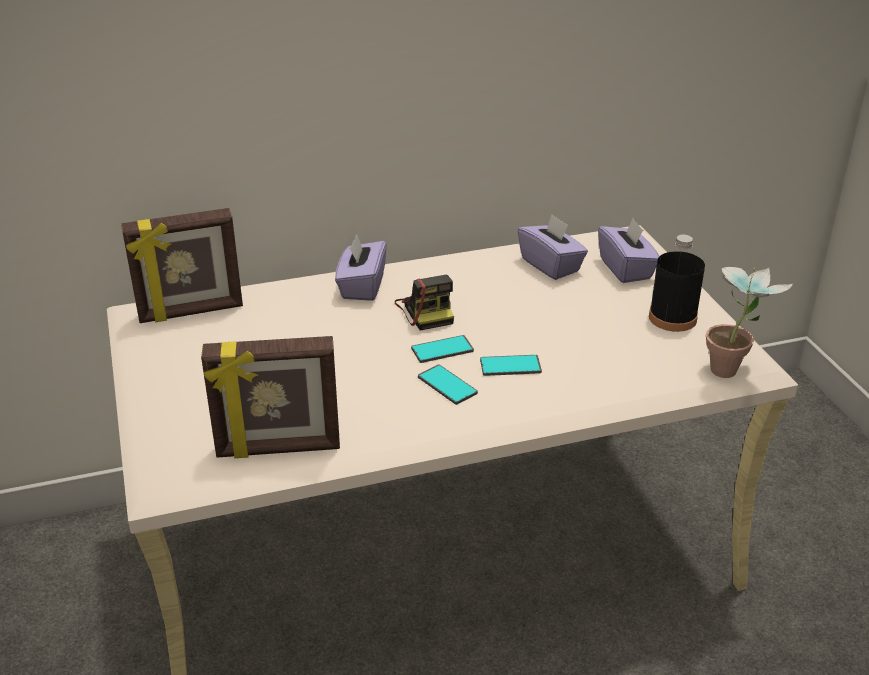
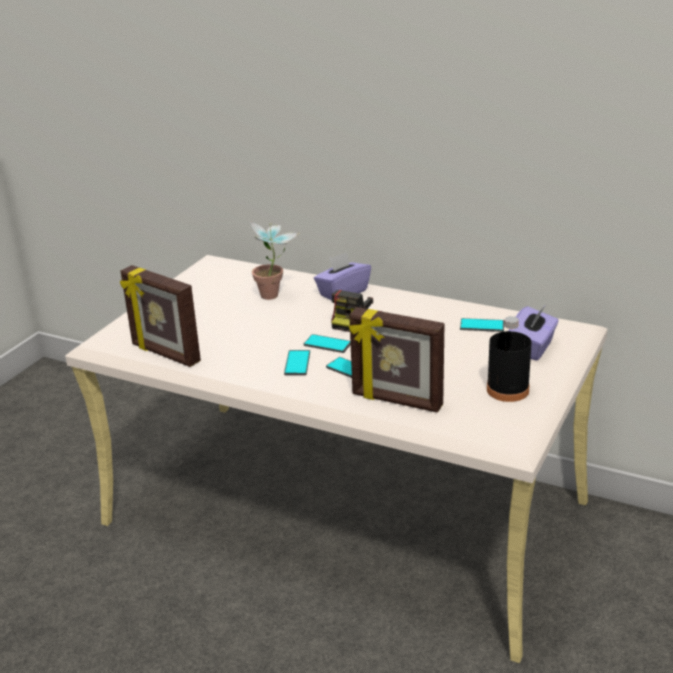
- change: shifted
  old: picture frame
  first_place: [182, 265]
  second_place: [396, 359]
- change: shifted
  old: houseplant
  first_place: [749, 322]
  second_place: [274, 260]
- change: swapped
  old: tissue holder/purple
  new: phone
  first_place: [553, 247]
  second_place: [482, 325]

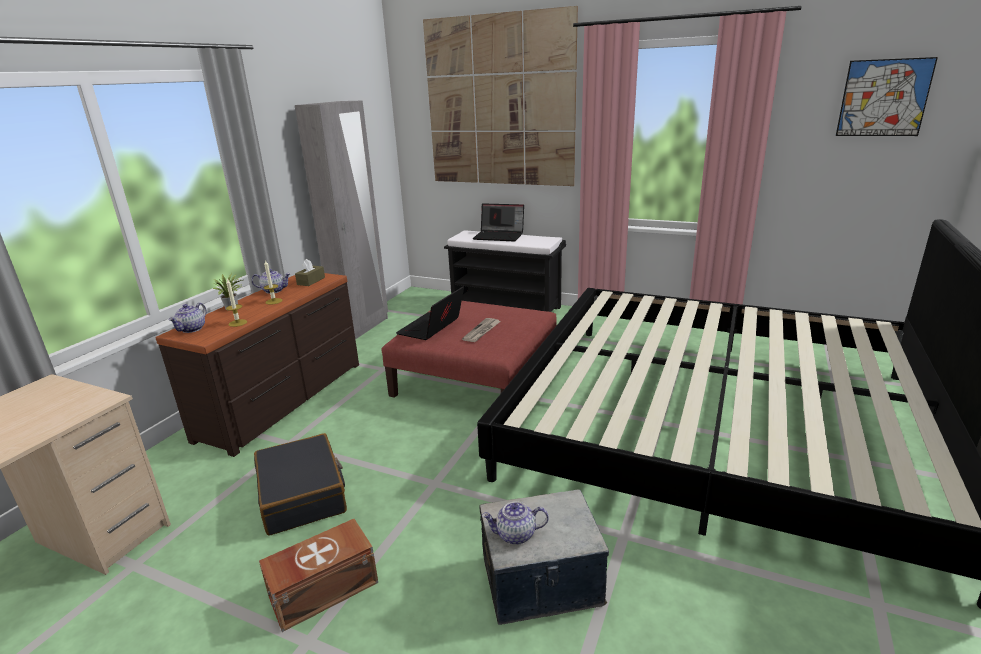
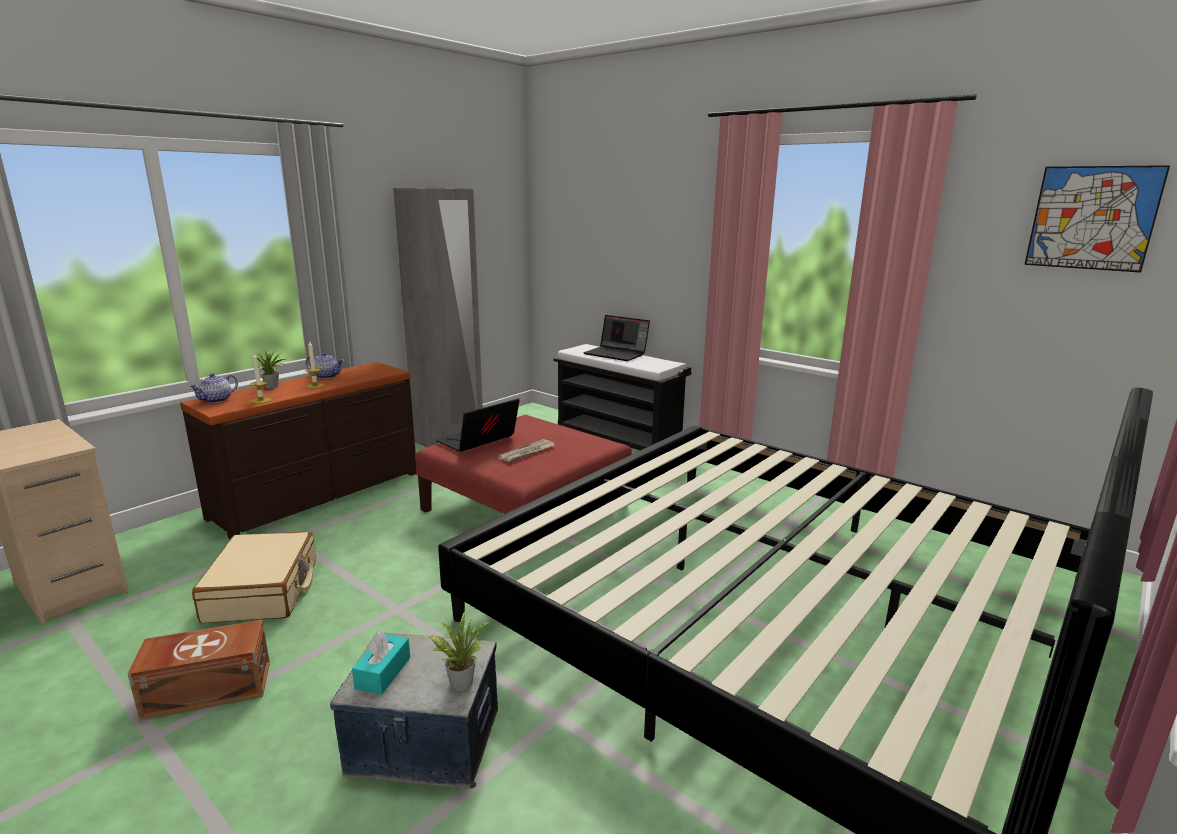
- change: gone
  old: tissue holder/brown
  first_place: [310, 272]
- change: gone
  old: picture
  first_place: [500, 96]
- change: new
  new: houseplant
  second_place: [460, 651]
- change: swapped
  old: teapot
  new: tissue holder/turquoise-coloured
  first_place: [515, 523]
  second_place: [381, 662]
- change: repainted
  old: piece of luggage/blackish
  new: piece of luggage/sand-coloured
  first_place: [300, 484]
  second_place: [254, 577]

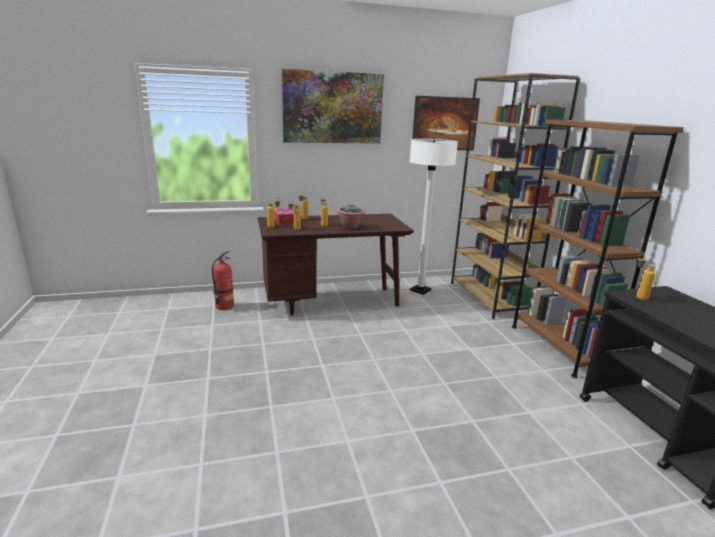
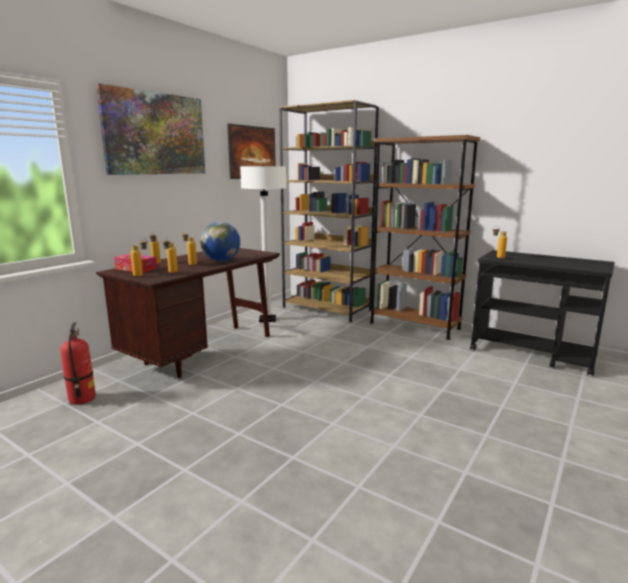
- change: swapped
  old: houseplant
  new: desk globe
  first_place: [351, 217]
  second_place: [220, 241]

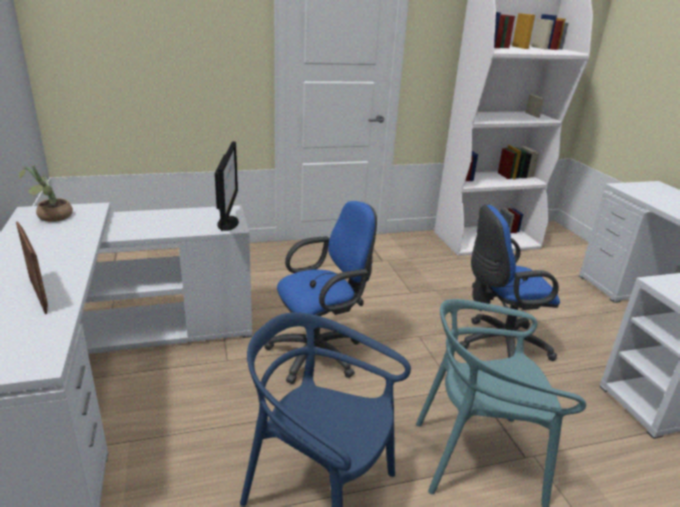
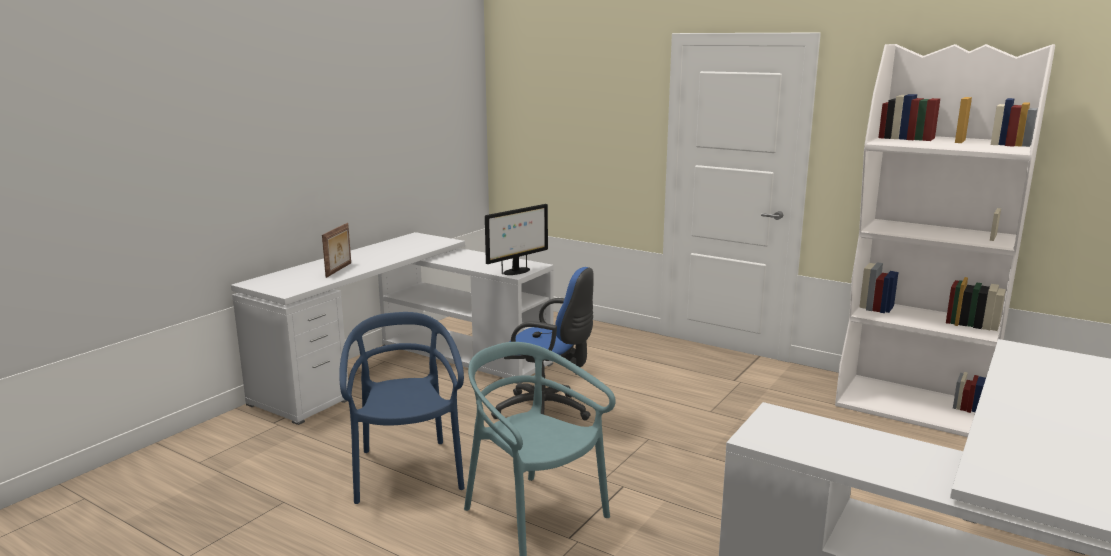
- change: gone
  old: houseplant
  first_place: [45, 193]
- change: gone
  old: computer chair/blue-coloured
  first_place: [510, 283]

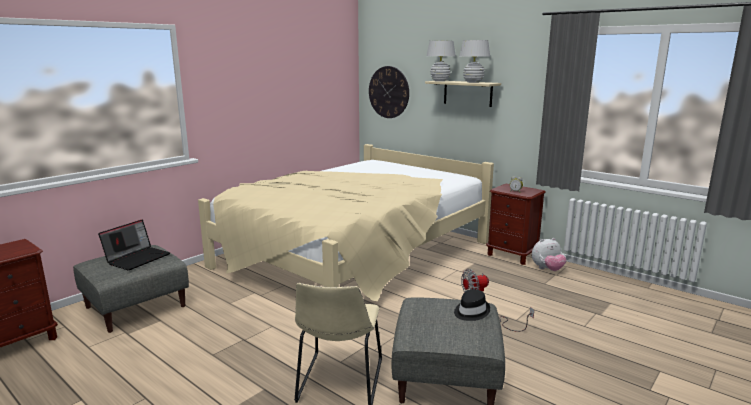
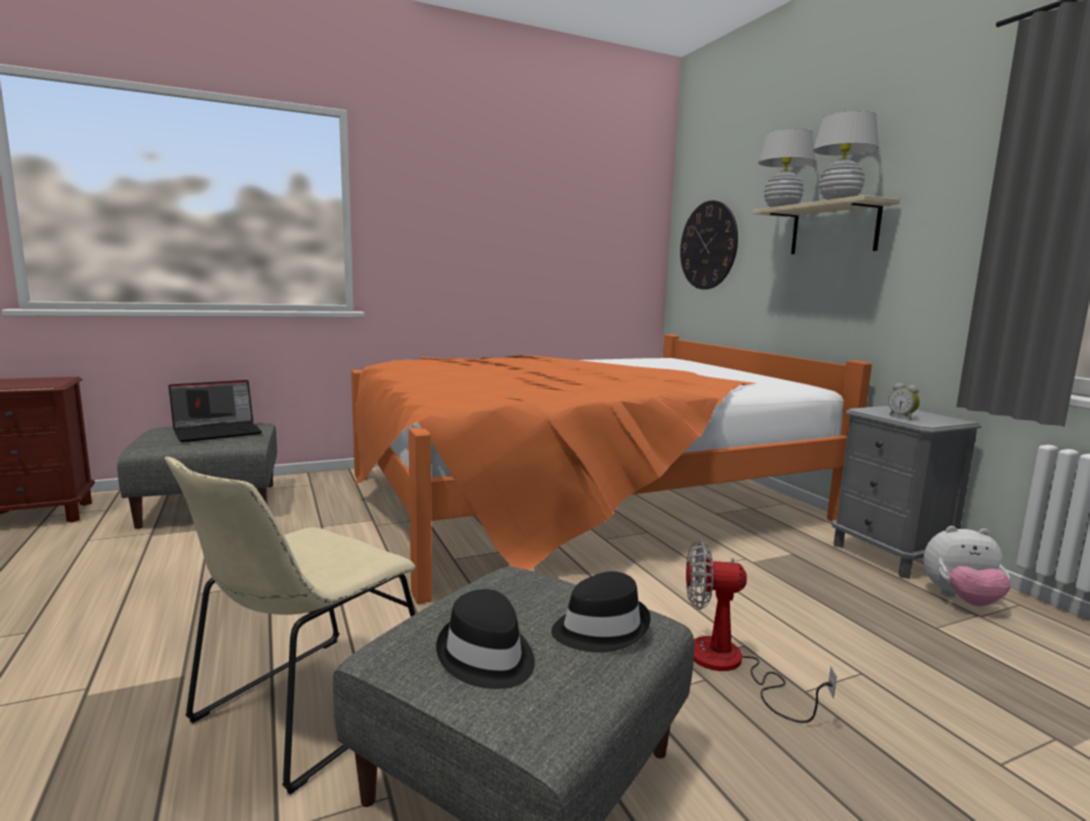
- change: new
  new: wearable hat/blackish
  second_place: [485, 639]
- change: repainted
  old: sleeping bed/sand-coloured
  new: sleeping bed/orangey
  first_place: [346, 222]
  second_place: [611, 469]
- change: repainted
  old: bedside table/brown
  new: bedside table/greyish
  first_place: [516, 224]
  second_place: [906, 492]

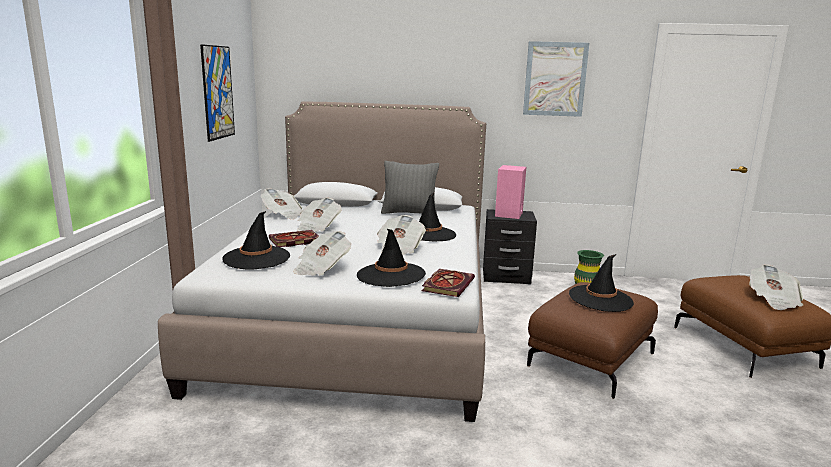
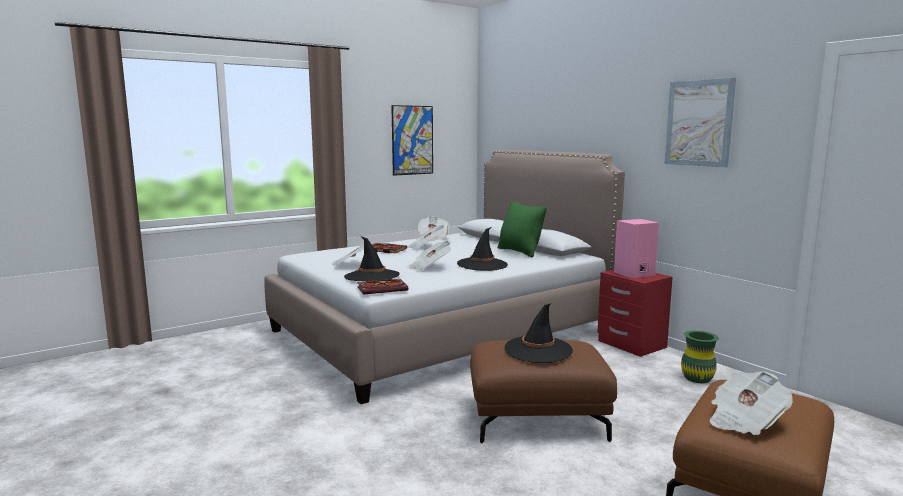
- change: gone
  old: wearable hat/blackish
  first_place: [256, 240]
- change: repainted
  old: throw pillow/greyish
  new: throw pillow/greenish
  first_place: [410, 187]
  second_place: [522, 229]
- change: repainted
  old: bedside table/blackish
  new: bedside table/red-coloured
  first_place: [510, 246]
  second_place: [635, 313]

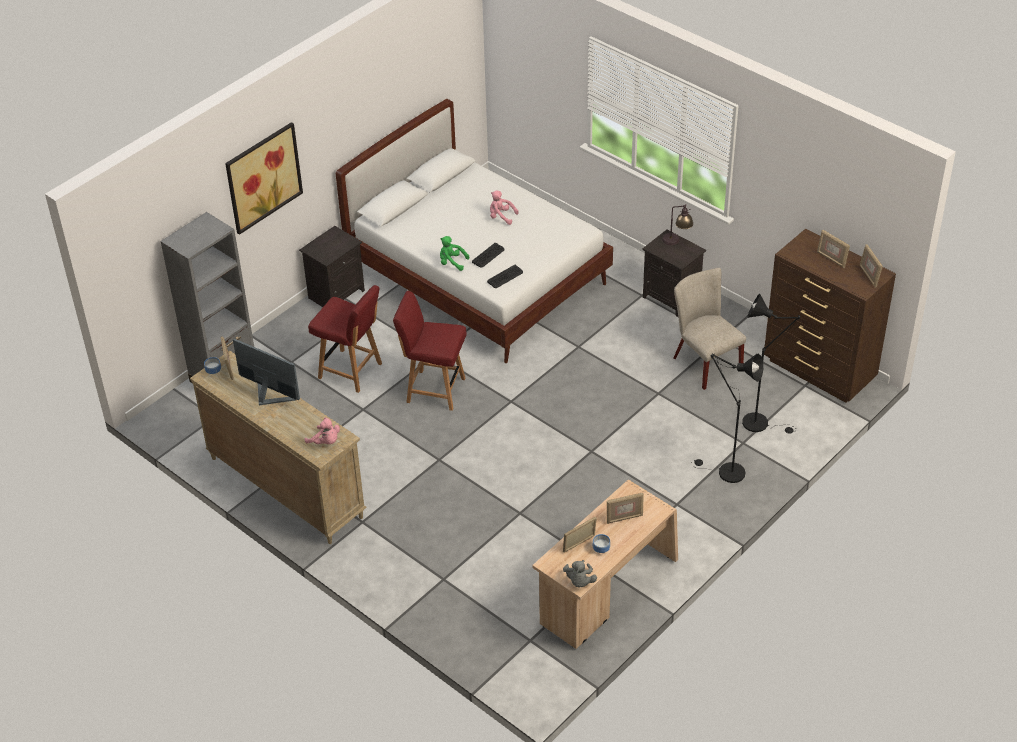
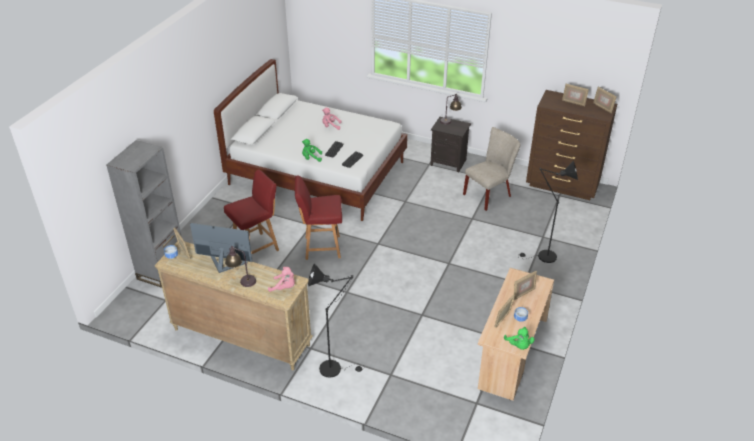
- change: gone
  old: picture
  first_place: [264, 178]
- change: gone
  old: bedside table/blackish
  first_place: [332, 266]
- change: new
  new: table lamp
  second_place: [240, 266]
- change: shifted
  old: standing lamp/blackish
  first_place: [771, 363]
  second_place: [335, 320]
- change: repainted
  old: plush toy/greyish
  new: plush toy/greenish
  first_place: [580, 573]
  second_place: [519, 338]
- change: rotated
  old: upright chair/red-coloured
  first_place: [345, 339]
  second_place: [251, 211]
  degrees: -45
- change: rotated
  old: upright chair/sand-coloured
  first_place: [709, 329]
  second_place: [492, 169]
  degrees: 105

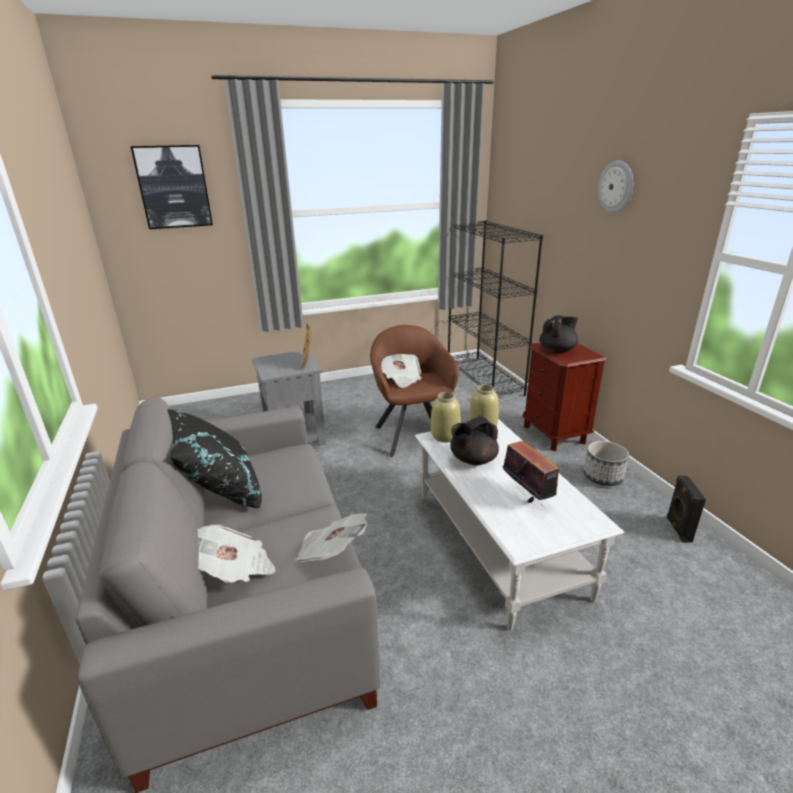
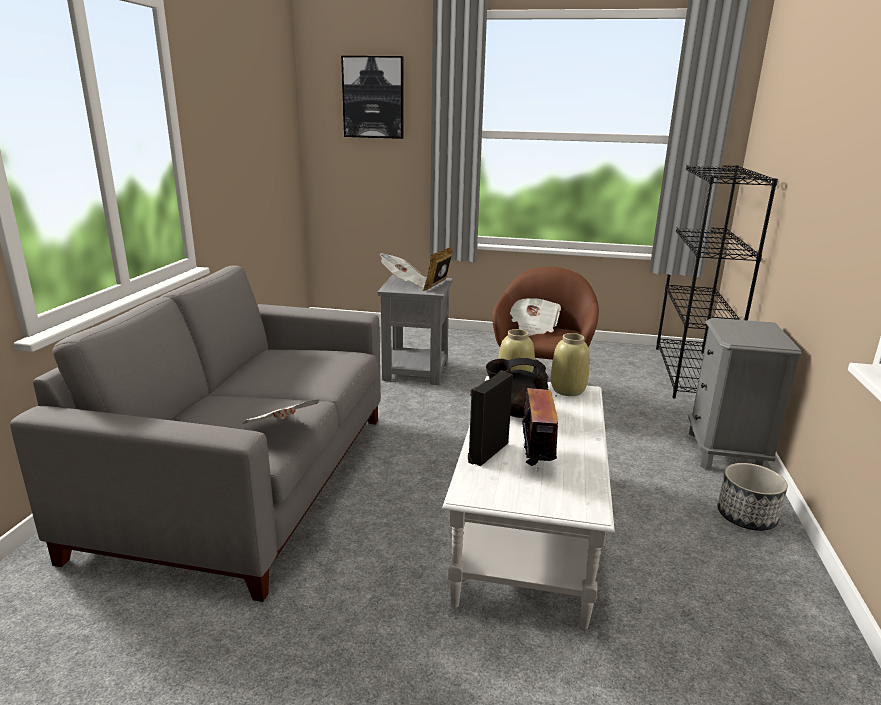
- change: gone
  old: throw pillow/blackish
  first_place: [215, 458]
- change: gone
  old: teapot/blackish
  first_place: [559, 334]
- change: gone
  old: hanging clock
  first_place: [615, 187]
- change: shifted
  old: printed paper
  first_place: [236, 553]
  second_place: [402, 270]
- change: shifted
  old: speaker/blackish
  first_place: [686, 509]
  second_place: [490, 418]
- change: repainted
  old: bedside table/brown
  new: bedside table/greyish
  first_place: [564, 397]
  second_place: [744, 394]

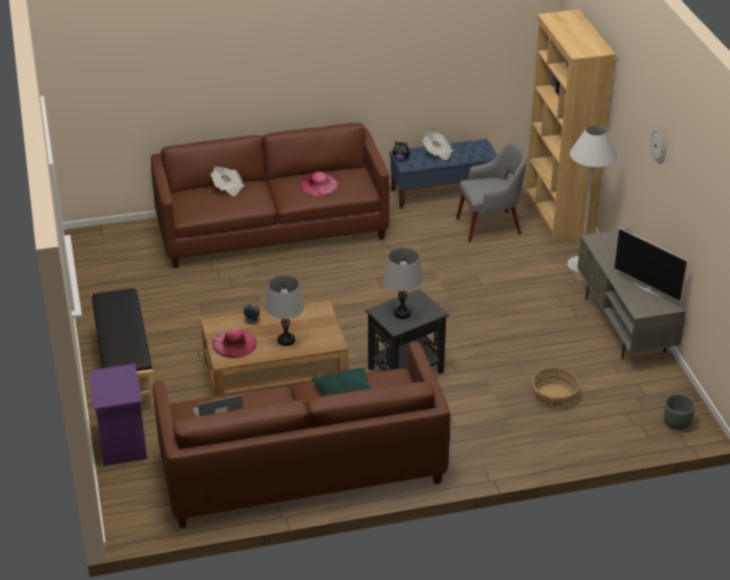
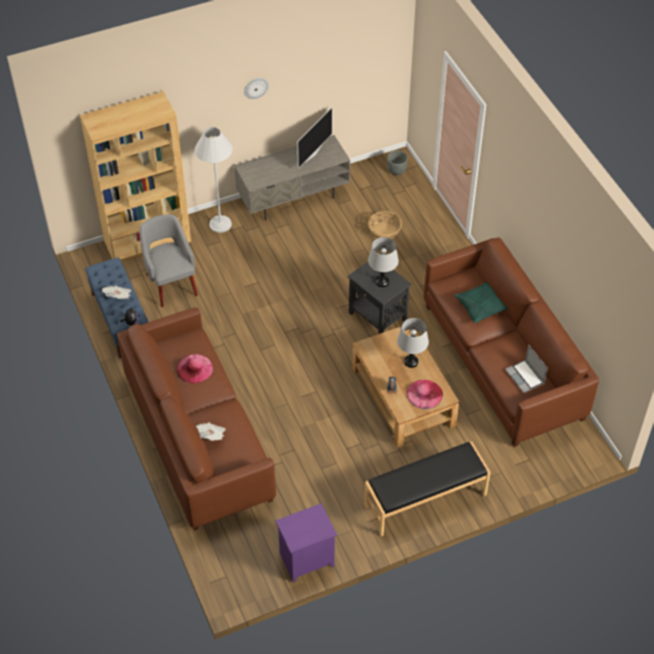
- change: shifted
  old: bedside table/purple
  first_place: [117, 415]
  second_place: [306, 542]

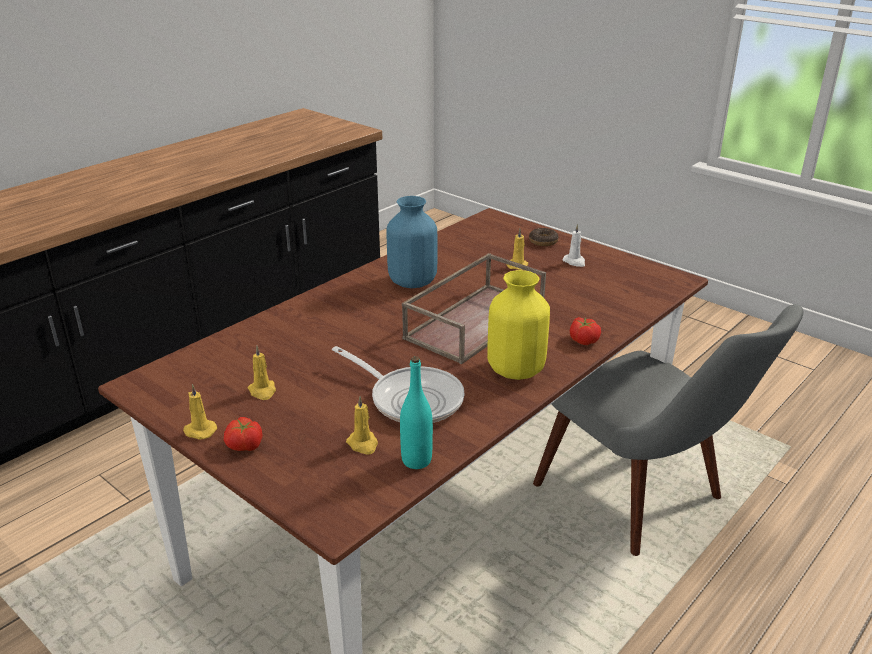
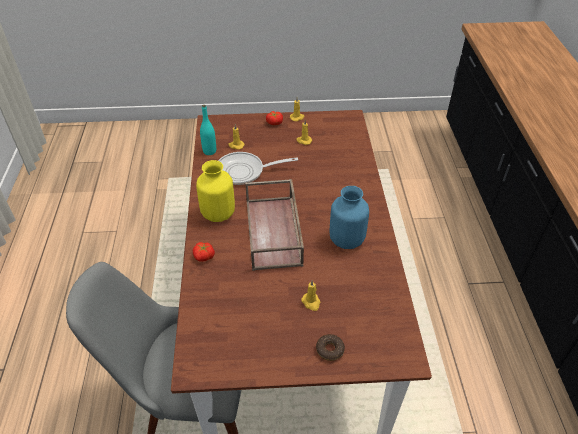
- change: gone
  old: candle/white
  first_place: [573, 245]

